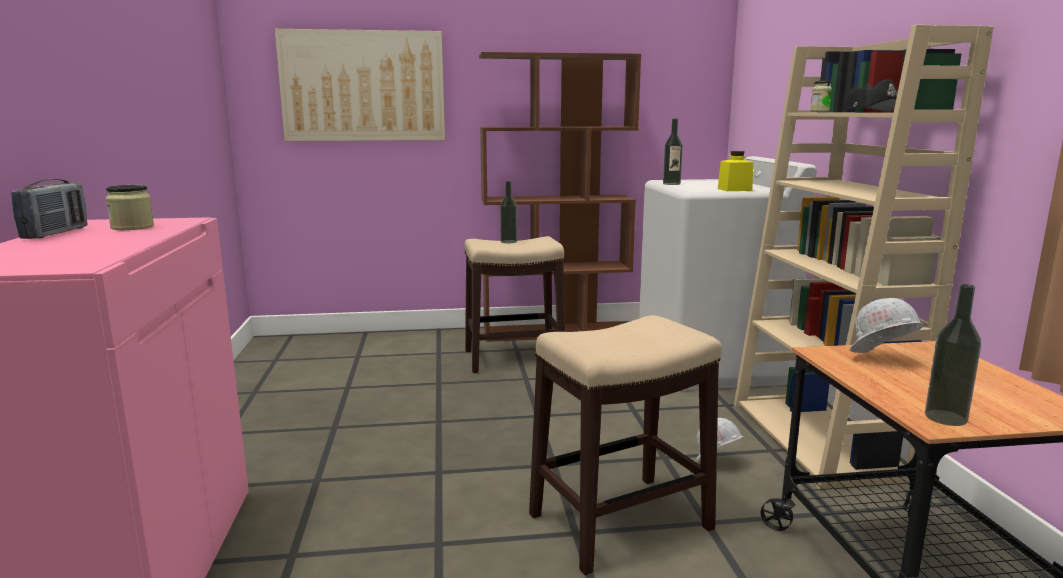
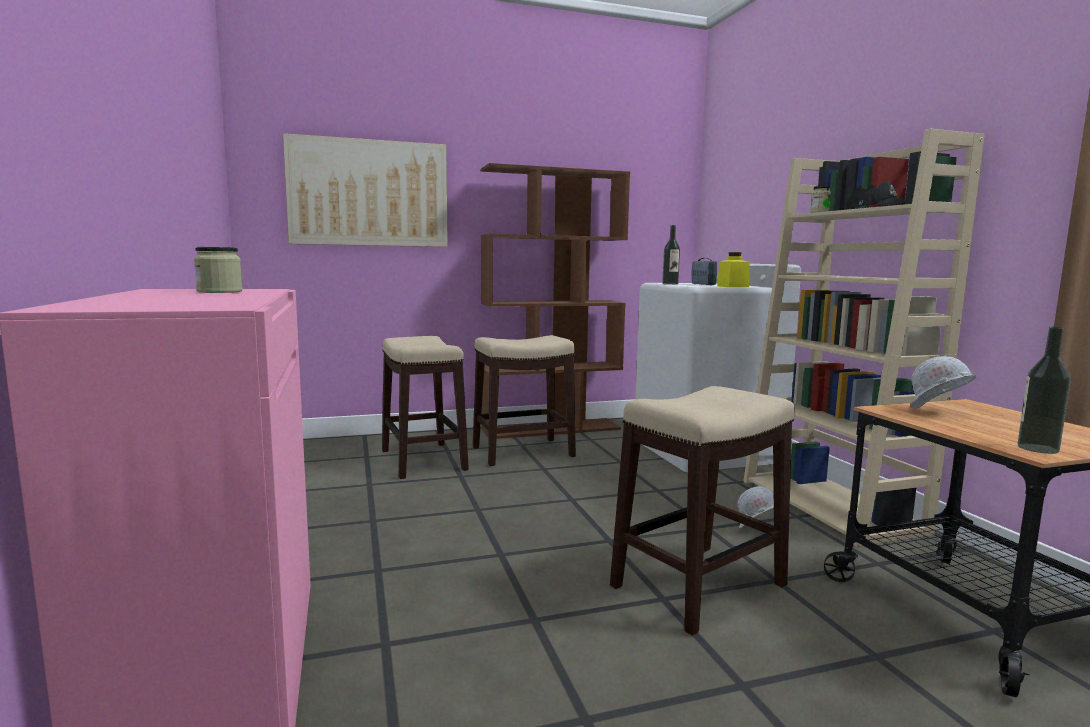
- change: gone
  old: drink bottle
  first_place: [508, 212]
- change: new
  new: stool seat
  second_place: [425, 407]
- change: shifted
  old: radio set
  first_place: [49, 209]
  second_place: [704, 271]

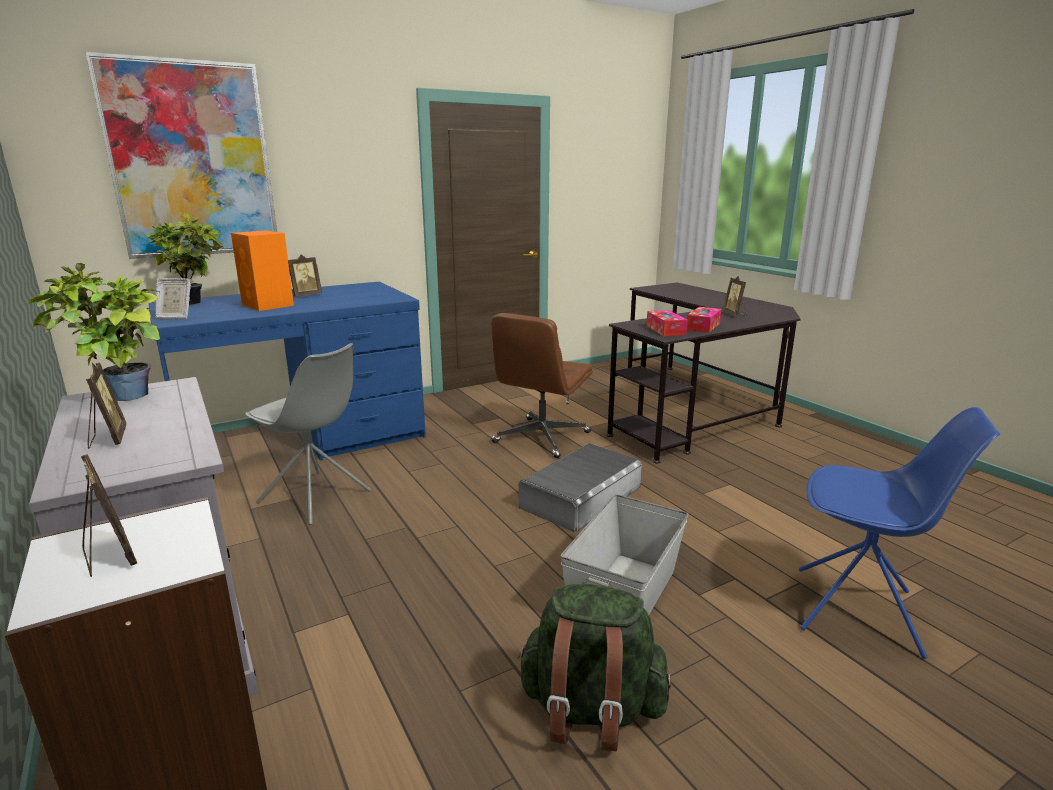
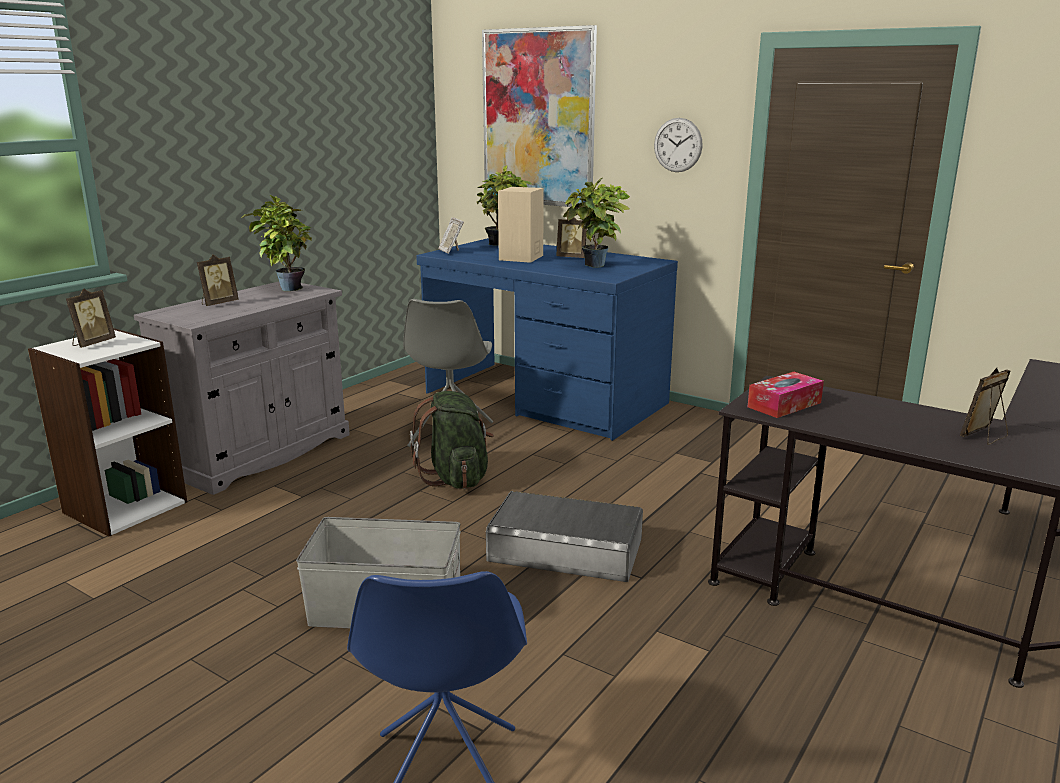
- change: gone
  old: computer chair/brown
  first_place: [542, 385]
- change: gone
  old: tissue holder
  first_place: [704, 320]
- change: new
  new: houseplant
  second_place: [596, 223]
- change: new
  new: hanging clock
  second_place: [678, 145]
- change: shifted
  old: knapsack/greenish
  first_place: [594, 667]
  second_place: [452, 440]
- change: repainted
  old: speaker/orangey
  new: speaker/sand-coloured
  first_place: [262, 270]
  second_place: [521, 225]

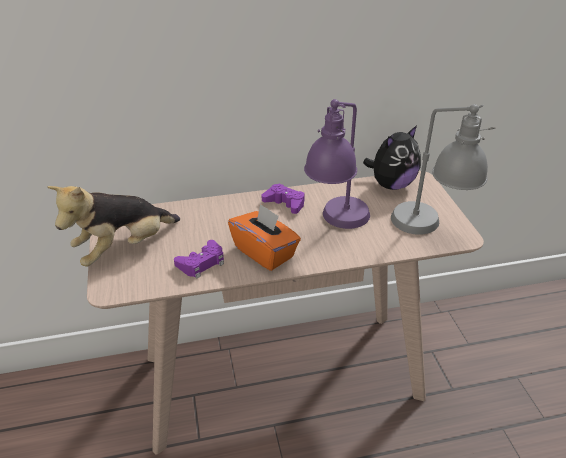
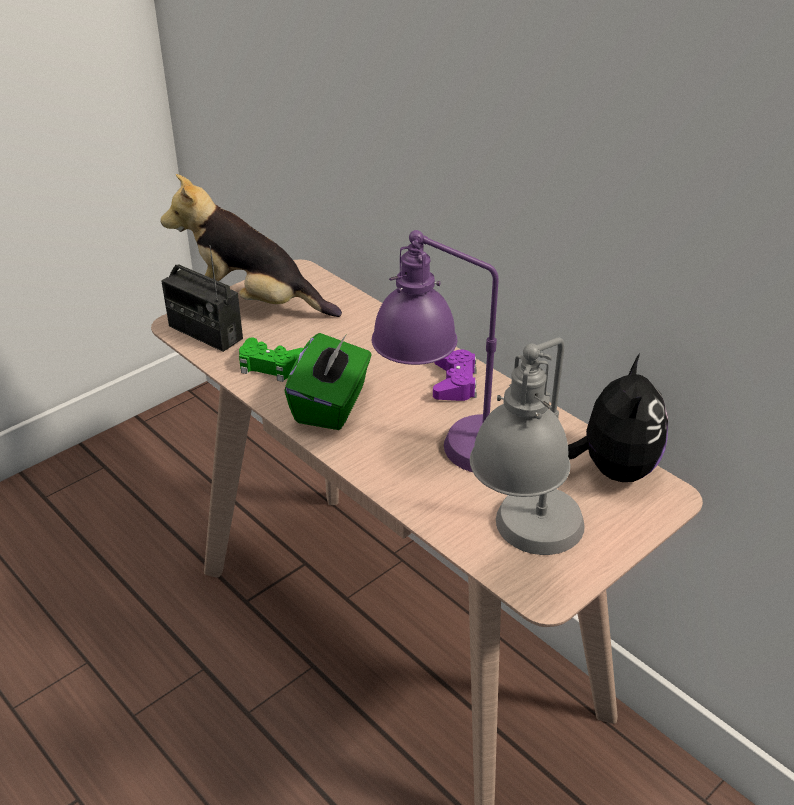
- change: new
  new: radio set
  second_place: [202, 298]
- change: repainted
  old: gamepad/purple
  new: gamepad/greenish
  first_place: [199, 259]
  second_place: [271, 360]
- change: repainted
  old: tissue holder/orangey
  new: tissue holder/greenish
  first_place: [264, 237]
  second_place: [327, 381]
- change: rotated
  old: plush toy
  first_place: [392, 158]
  second_place: [618, 418]
  degrees: -105

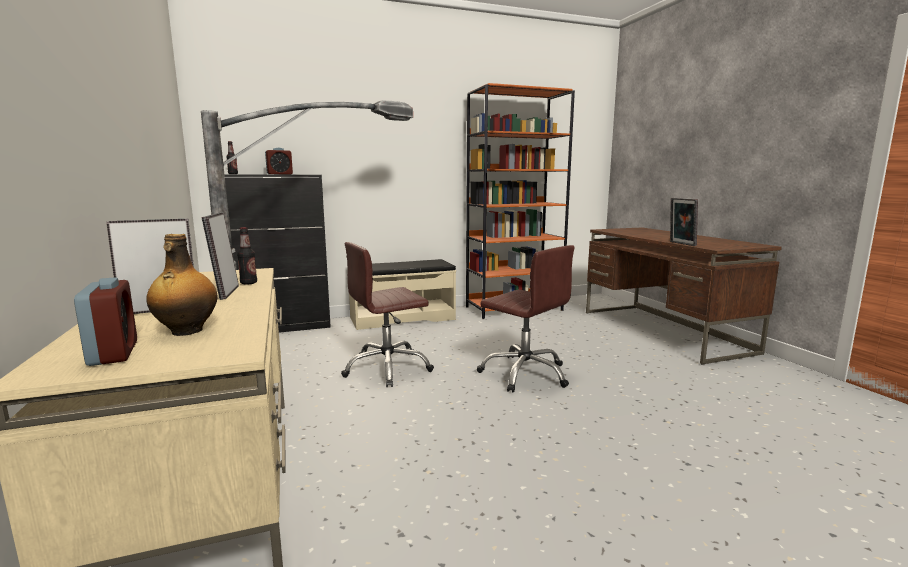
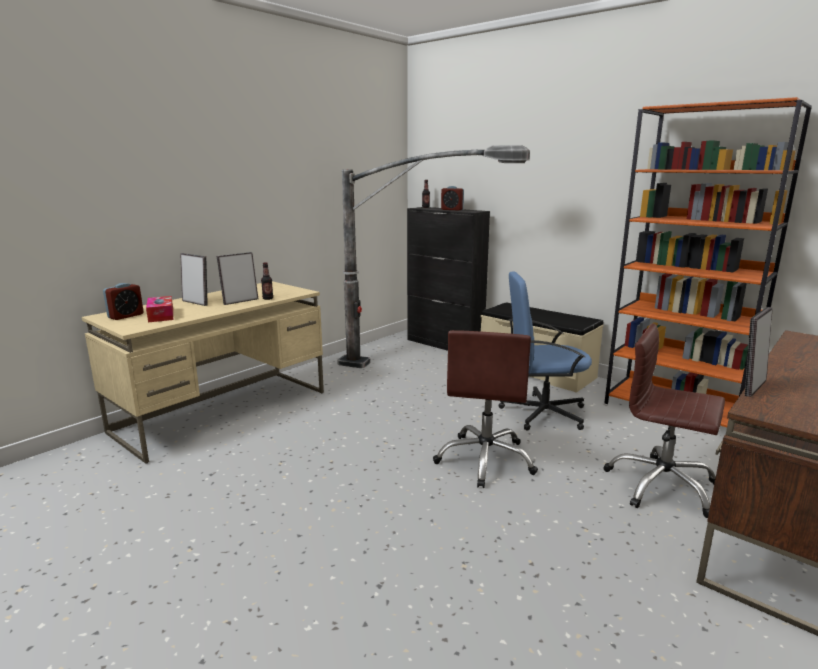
- change: new
  new: computer chair/blue-coloured
  second_place: [545, 351]
- change: shifted
  old: computer chair/brown
  first_place: [387, 314]
  second_place: [664, 420]
- change: swapped
  old: drink bottle
  new: tissue holder
  first_place: [182, 285]
  second_place: [159, 309]

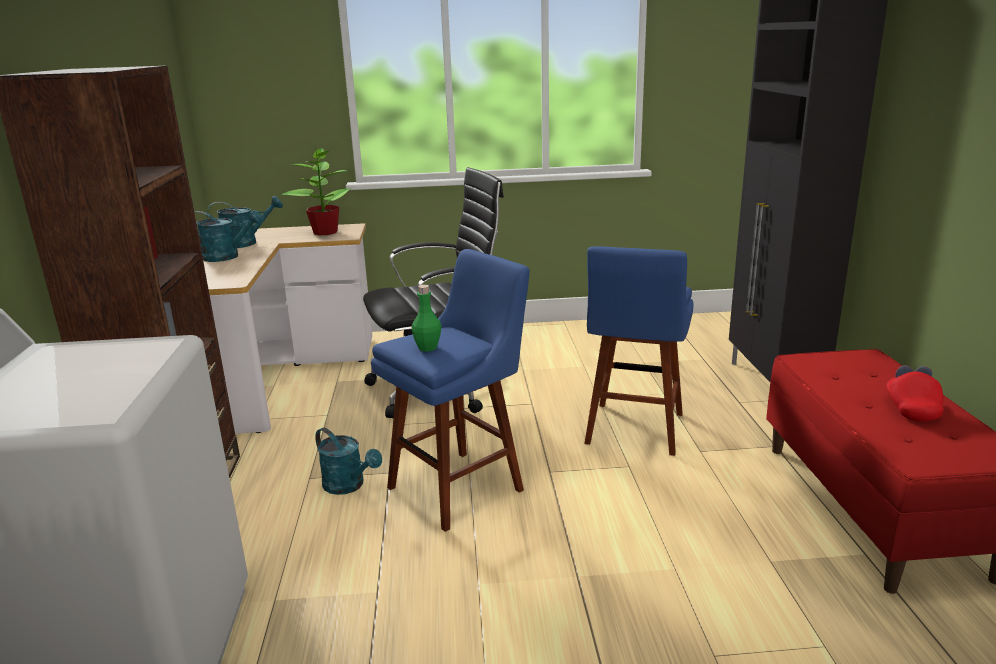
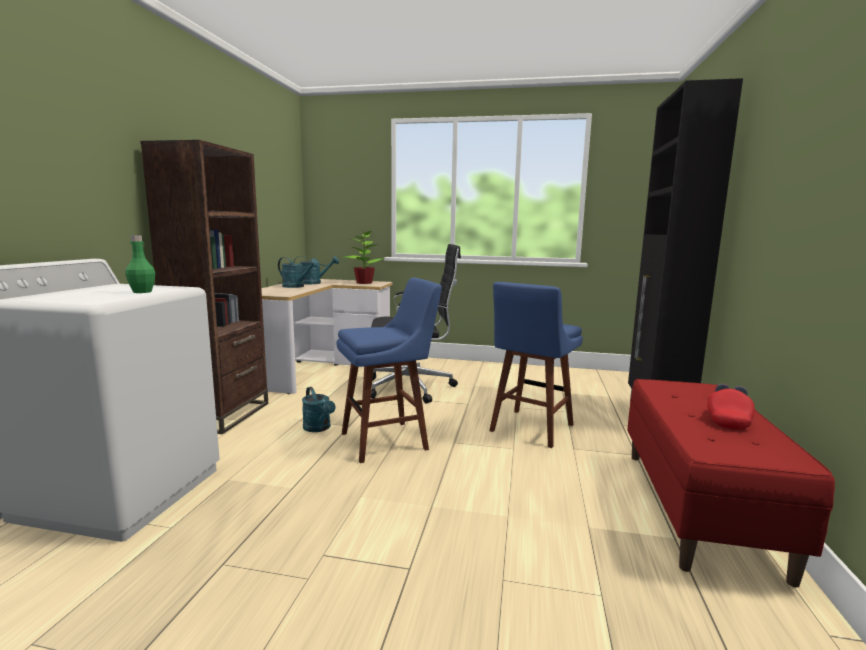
- change: shifted
  old: drink bottle/greenish
  first_place: [426, 318]
  second_place: [140, 264]

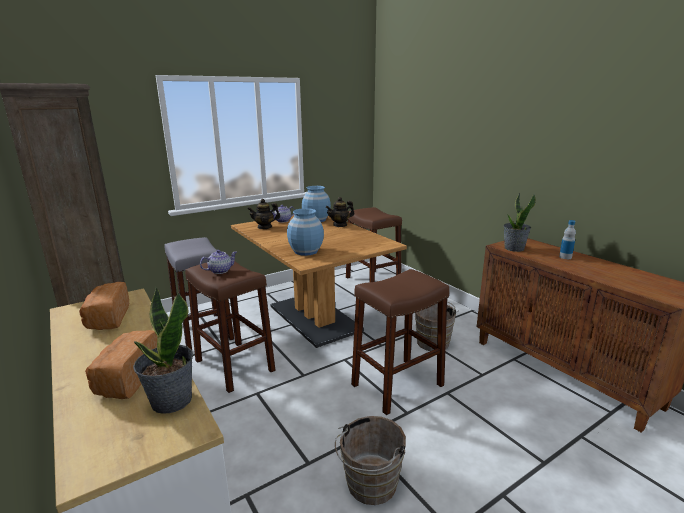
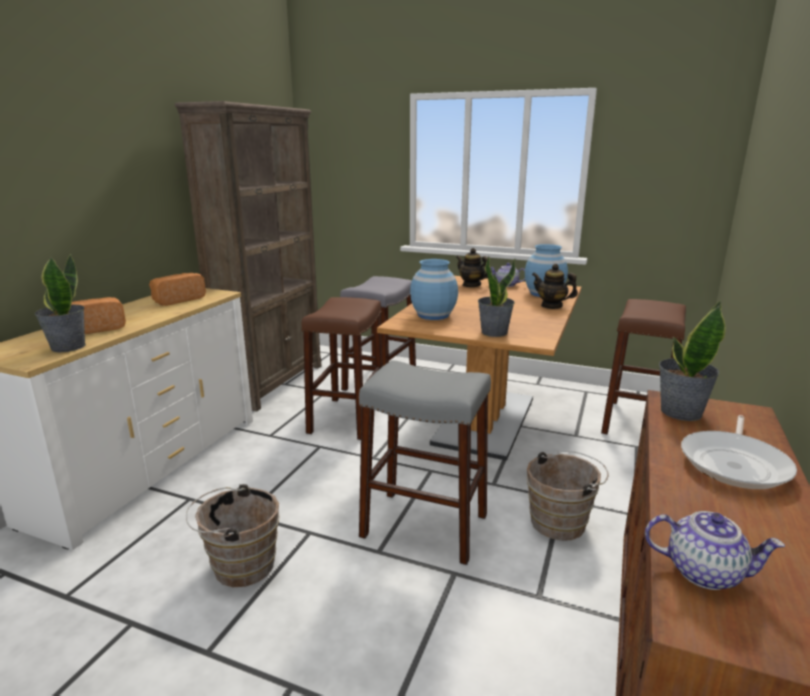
- change: new
  new: houseplant
  second_place: [497, 296]
- change: shifted
  old: teapot
  first_place: [218, 262]
  second_place: [715, 550]
- change: swapped
  old: drink bottle
  new: frying pan
  first_place: [567, 239]
  second_place: [739, 452]
- change: repainted
  old: stool seat/brown
  new: stool seat/greyish
  first_place: [400, 342]
  second_place: [425, 462]

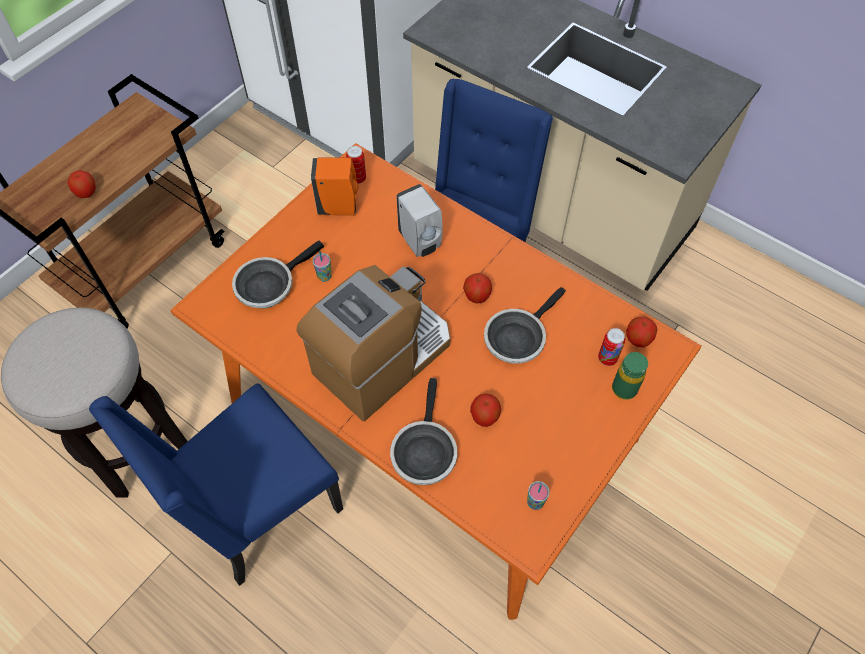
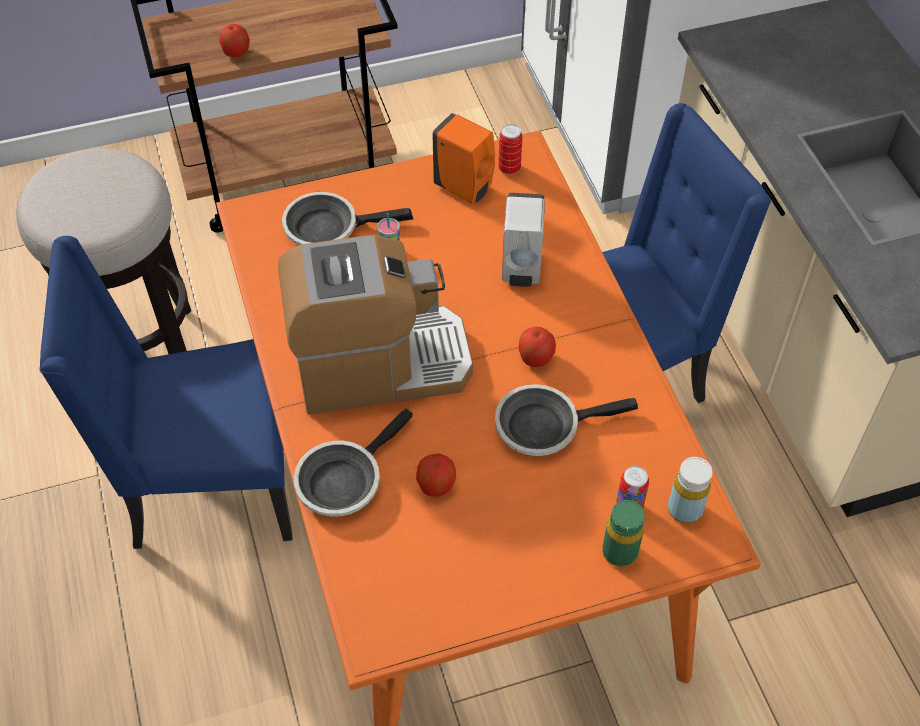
- change: gone
  old: cup
  first_place: [538, 495]
- change: swapped
  old: apple fruit
  new: drink bottle/yellow
  first_place: [641, 332]
  second_place: [690, 490]

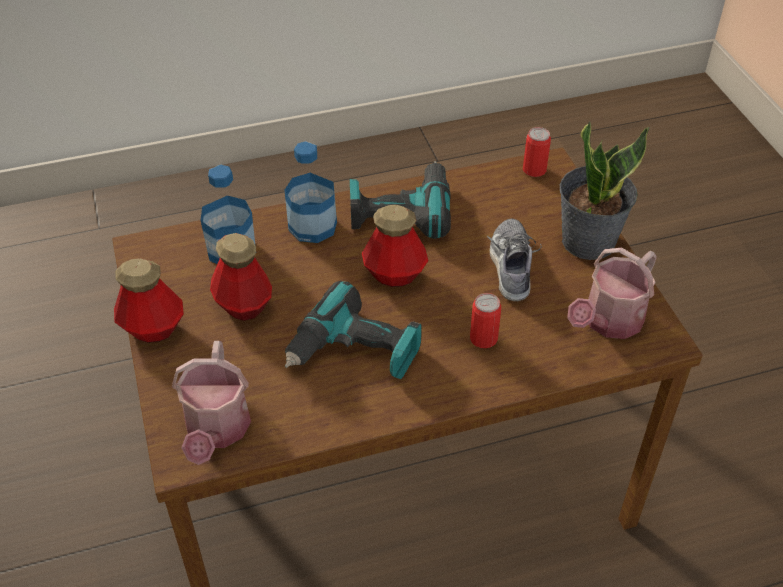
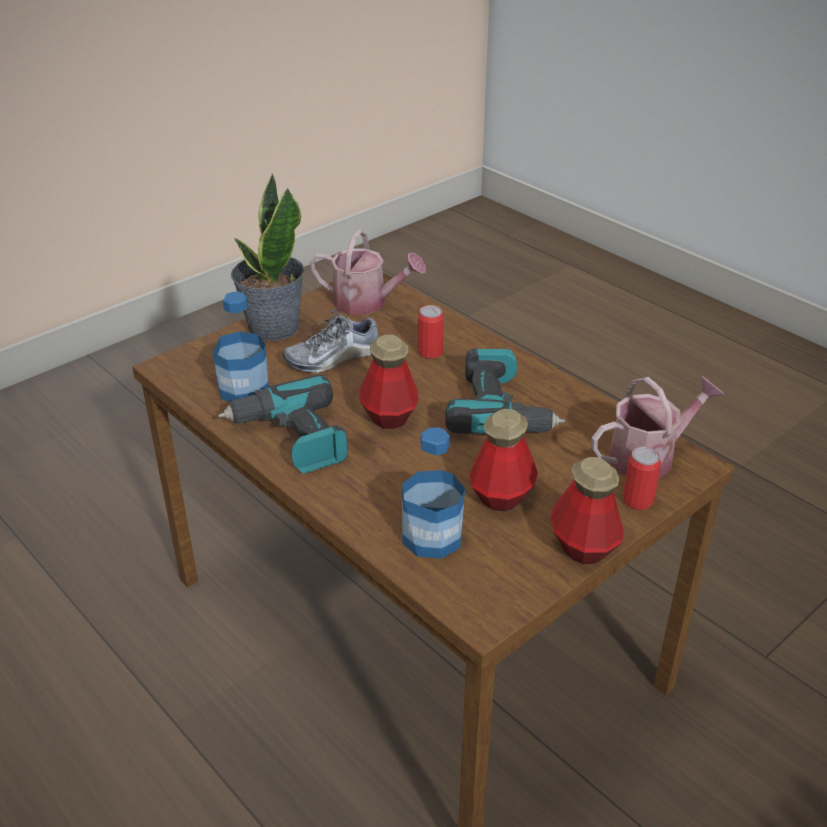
- change: shifted
  old: drink bottle
  first_place: [310, 192]
  second_place: [241, 347]
- change: shifted
  old: metal can
  first_place: [537, 152]
  second_place: [642, 478]

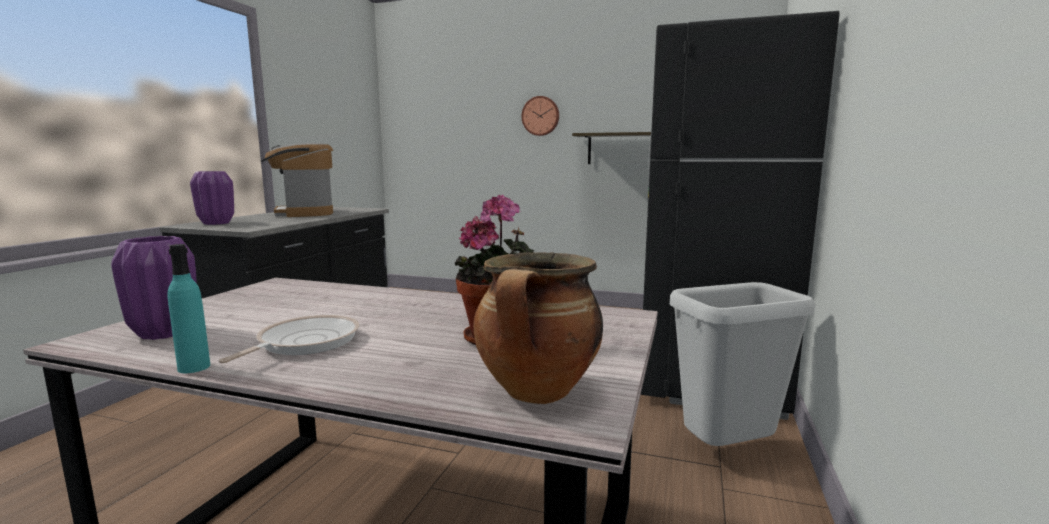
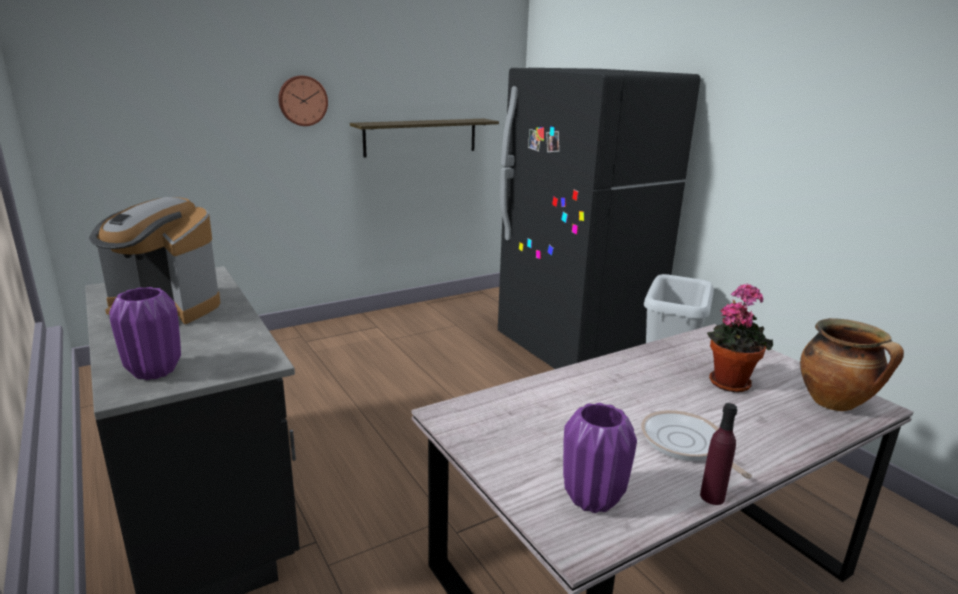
- change: repainted
  old: drink bottle/turquoise-coloured
  new: drink bottle/purple
  first_place: [189, 308]
  second_place: [718, 454]

